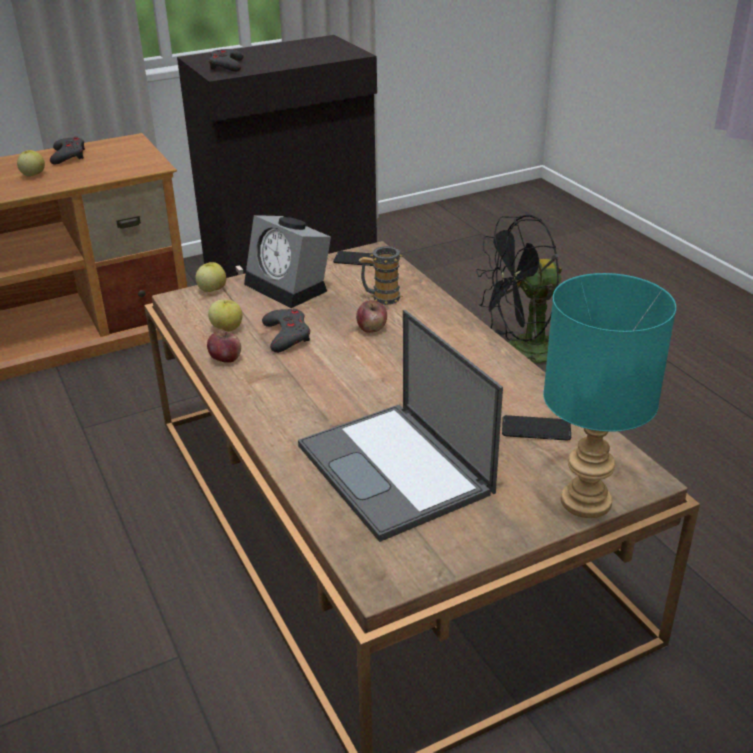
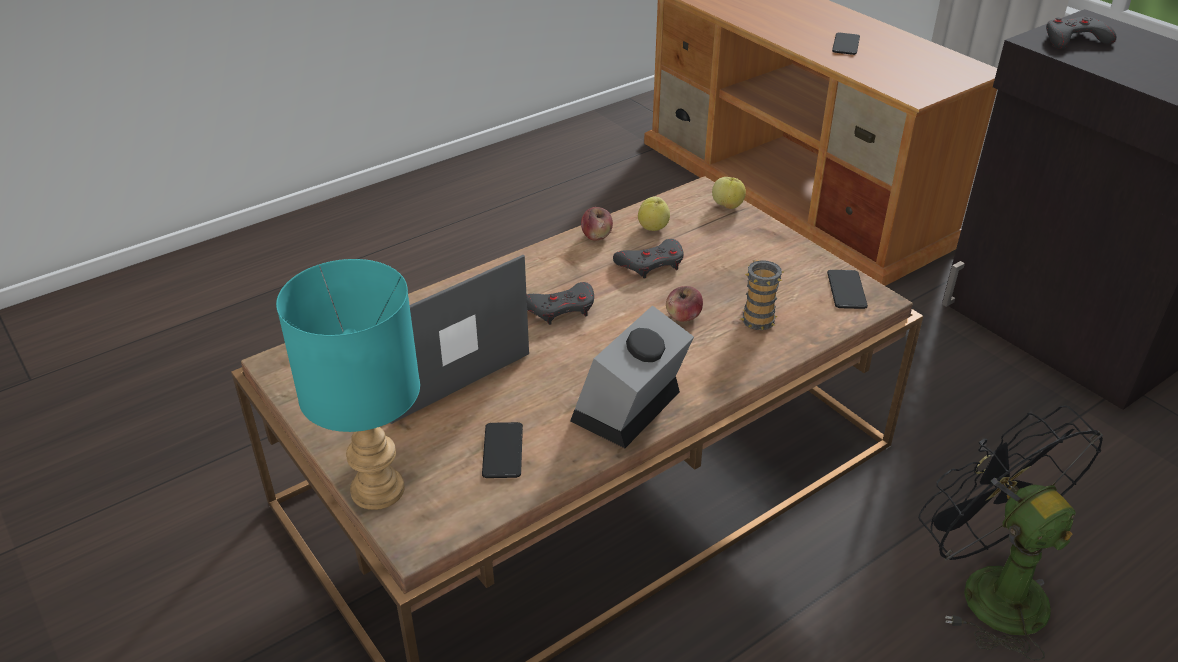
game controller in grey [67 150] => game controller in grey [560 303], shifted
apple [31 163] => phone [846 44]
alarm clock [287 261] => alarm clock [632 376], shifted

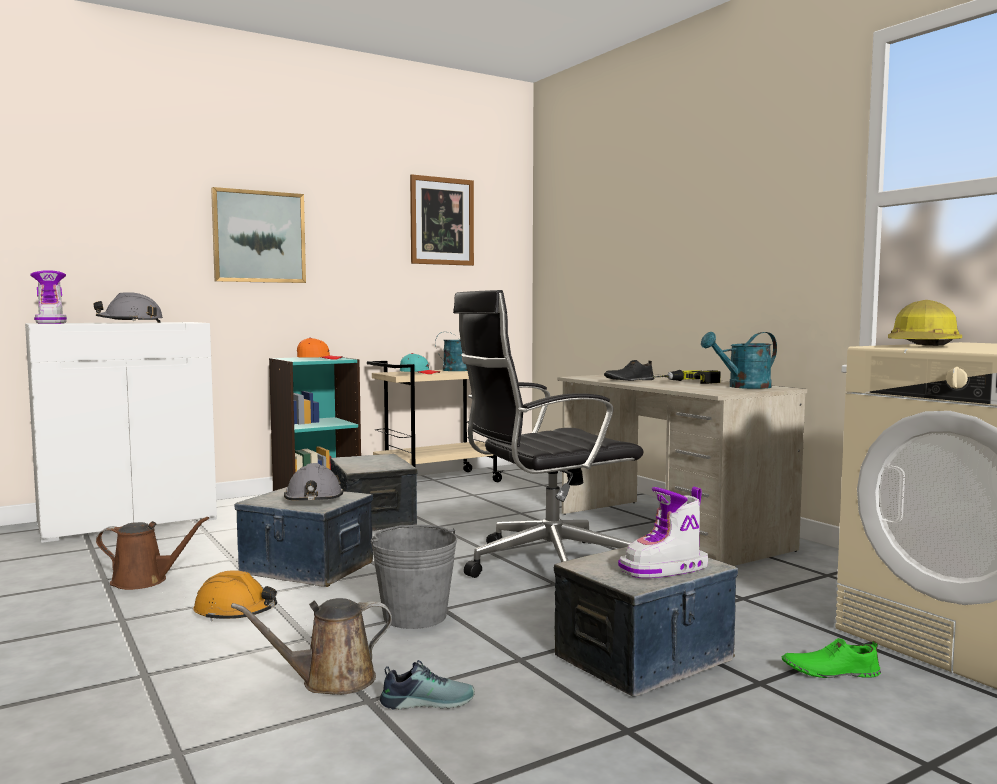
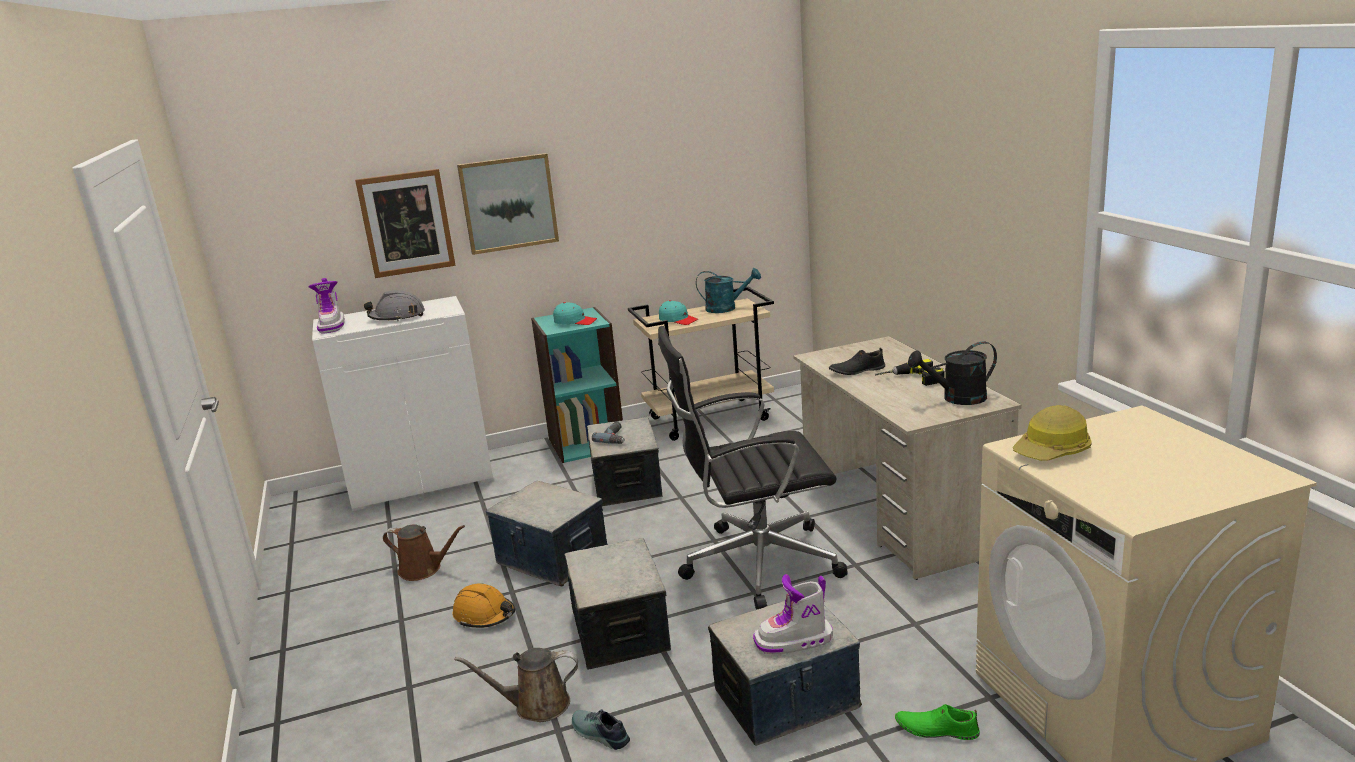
picture [442 220] => picture [405 223], shifted
watering can in turquoise [739 360] => watering can in black [952 373]
cap in orange [320 349] => cap in turquoise [575 313]
hard hat in grey [314 481] => nothing
bucket in grey [414 577] => storage box [617 604]
shoe [427 685] => shoe [601 729], 150 degrees counterclockwise
nothing => power drill [608 433]

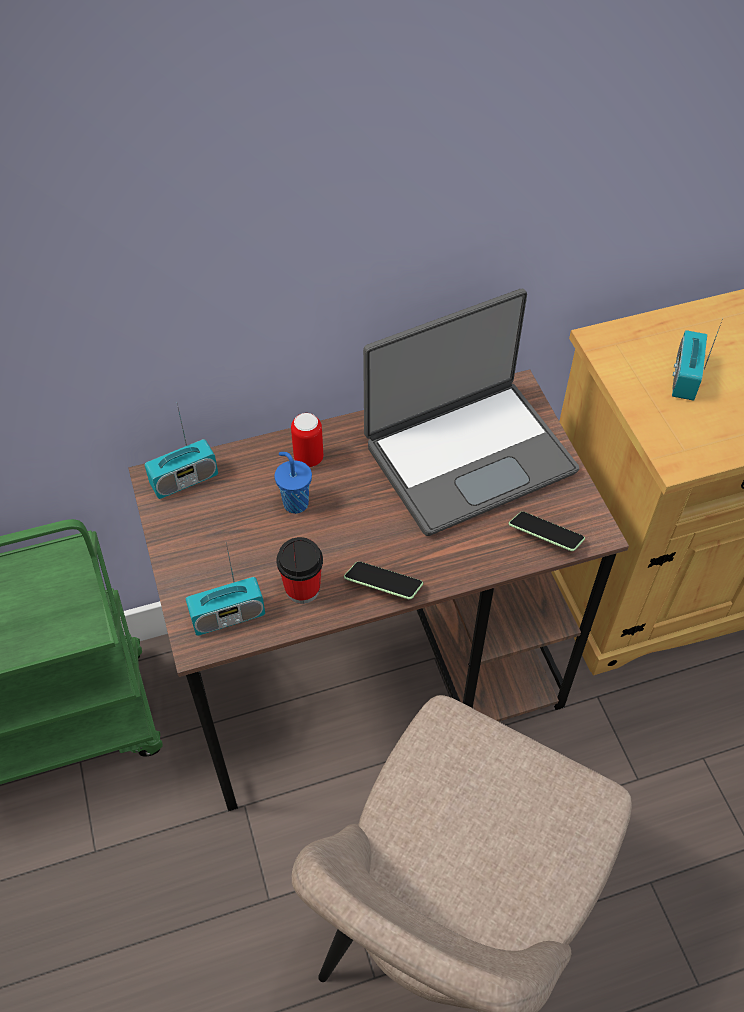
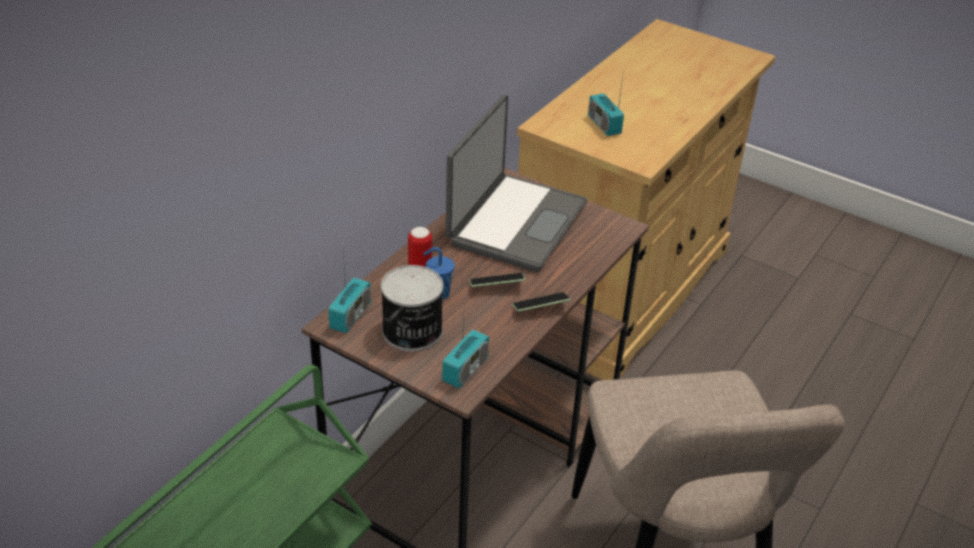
phone [547 531] => phone [497 280], shifted
cup [299 570] => nothing
nothing => can [412 308]

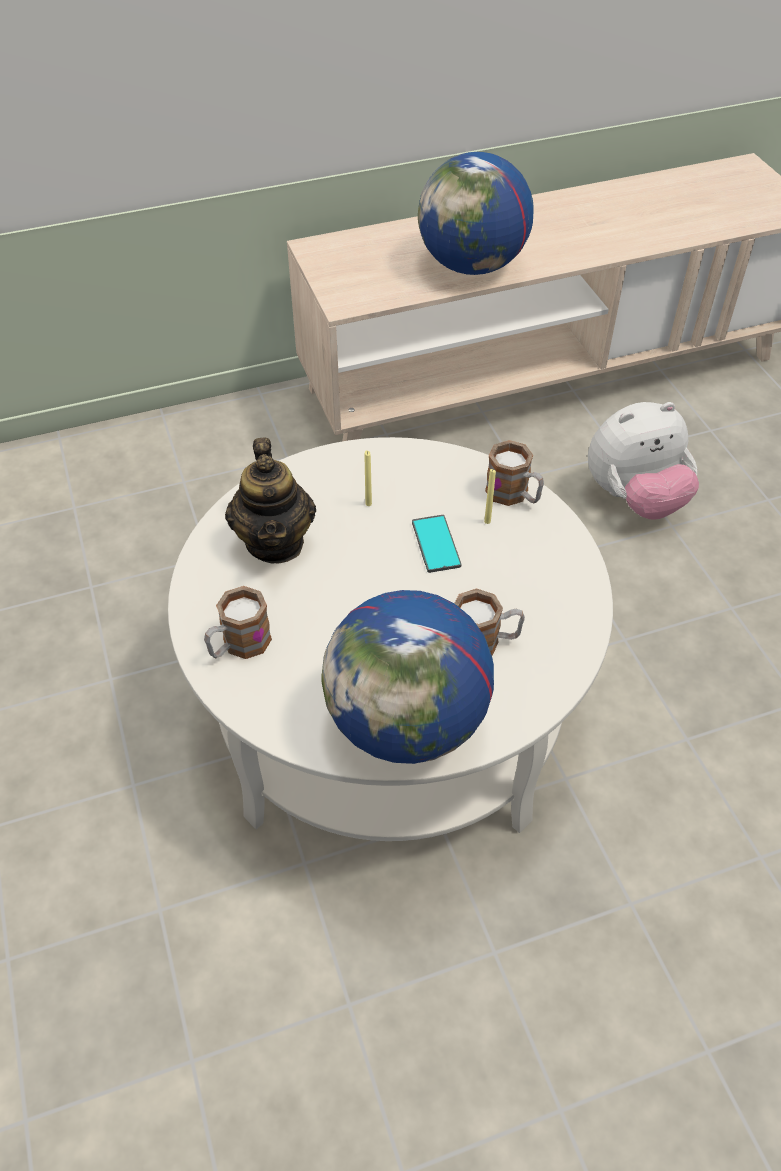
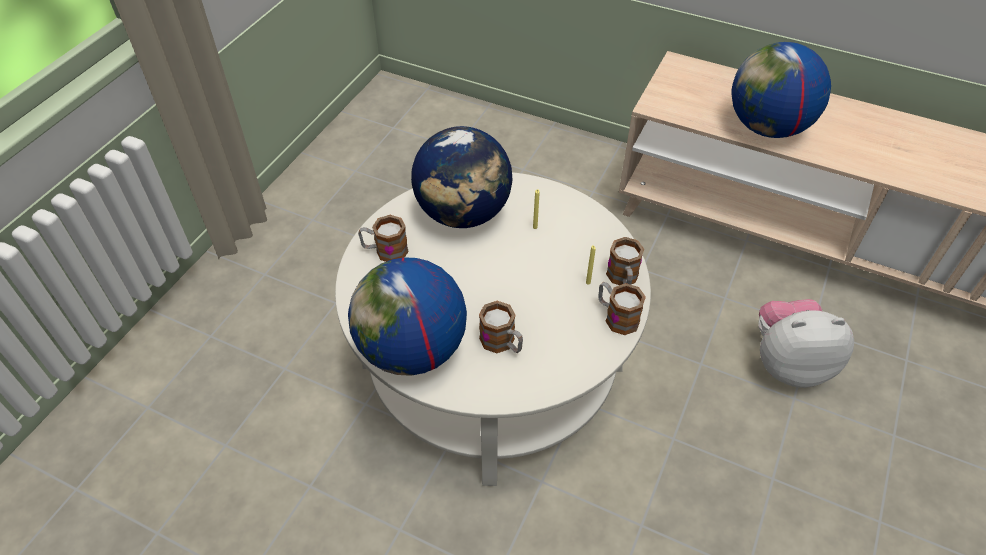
plush toy [643 461] => plush toy [806 343], 150 degrees clockwise
teapot [270 500] => globe [461 177]
phone [436 544] => nothing
nothing => mug [622 308]

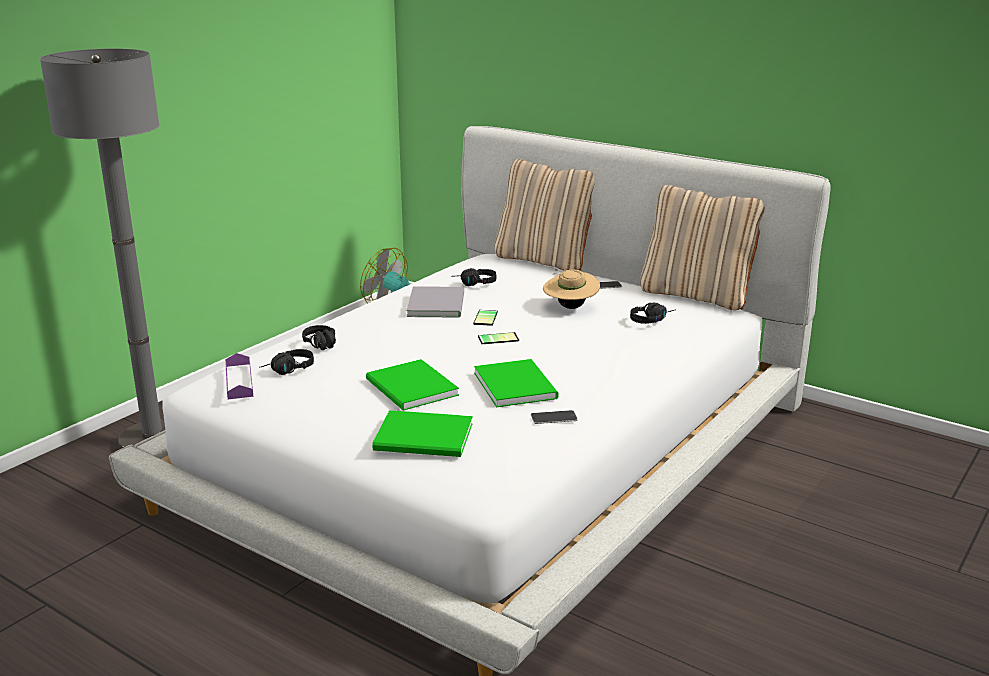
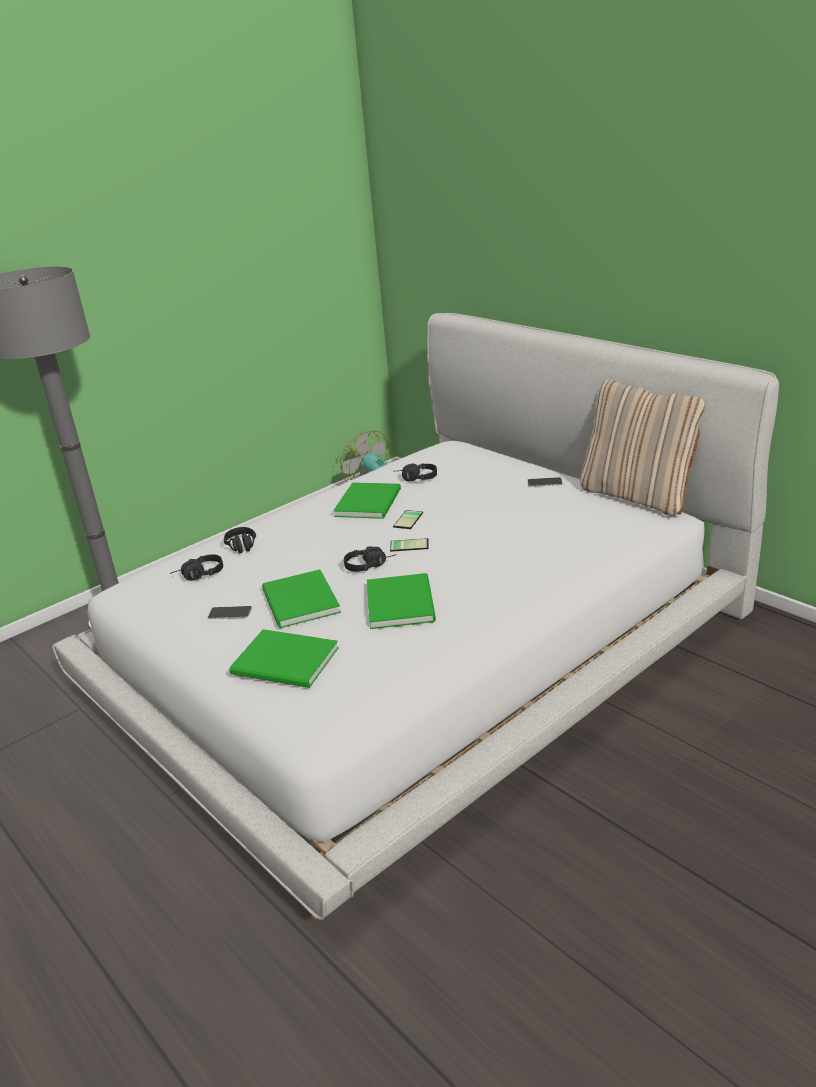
pillow in beige [544 215] => nothing
hat in beige [571 289] => nothing
book in grey [435 302] => book in green [367 500]
headphones in black [653 313] => headphones in black [370 559], shifted
tray in purple [239 376] => nothing
phone [554 417] => phone [230 612], shifted

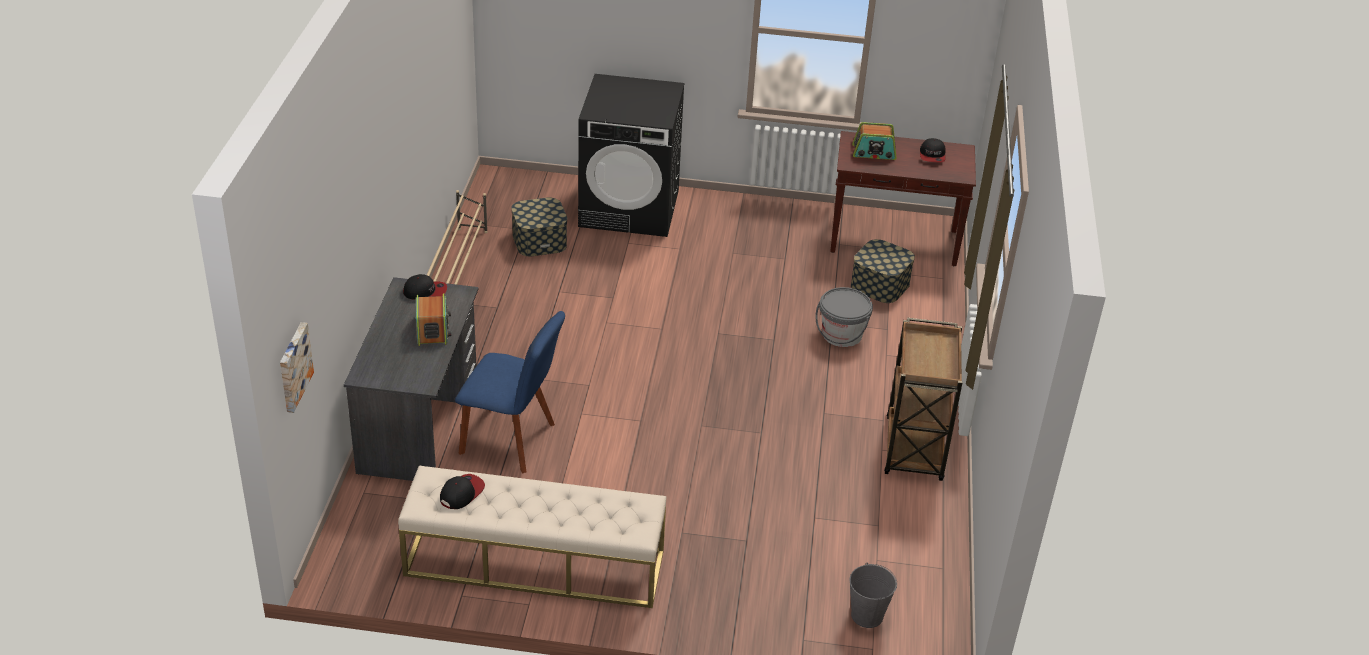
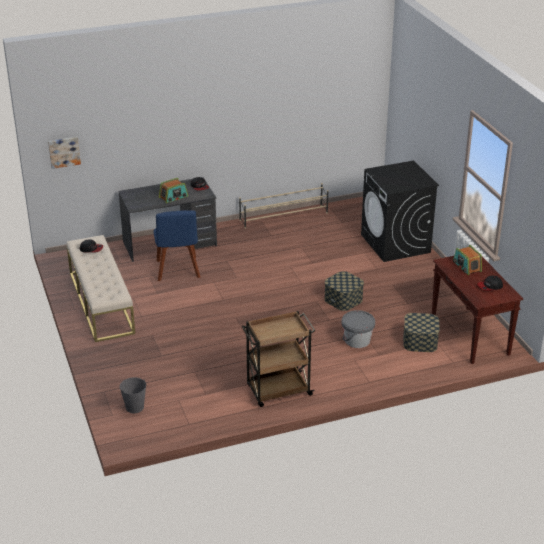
storage box [539 227] => storage box [344 291], shifted

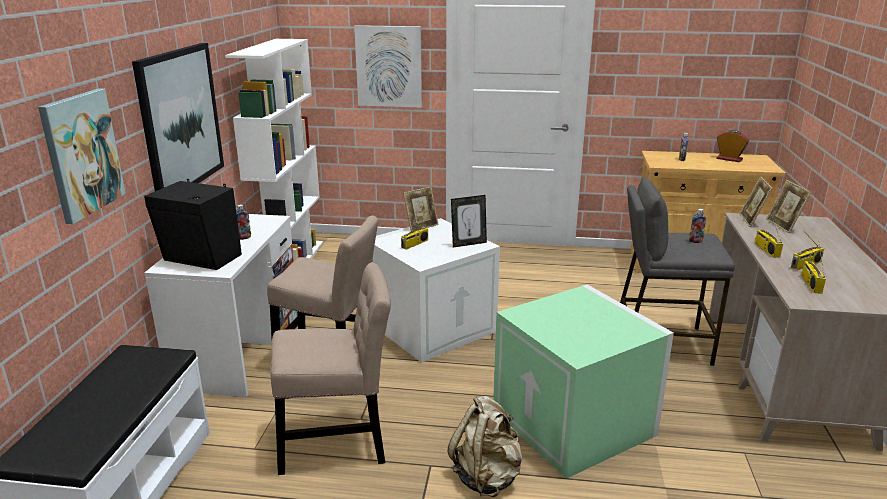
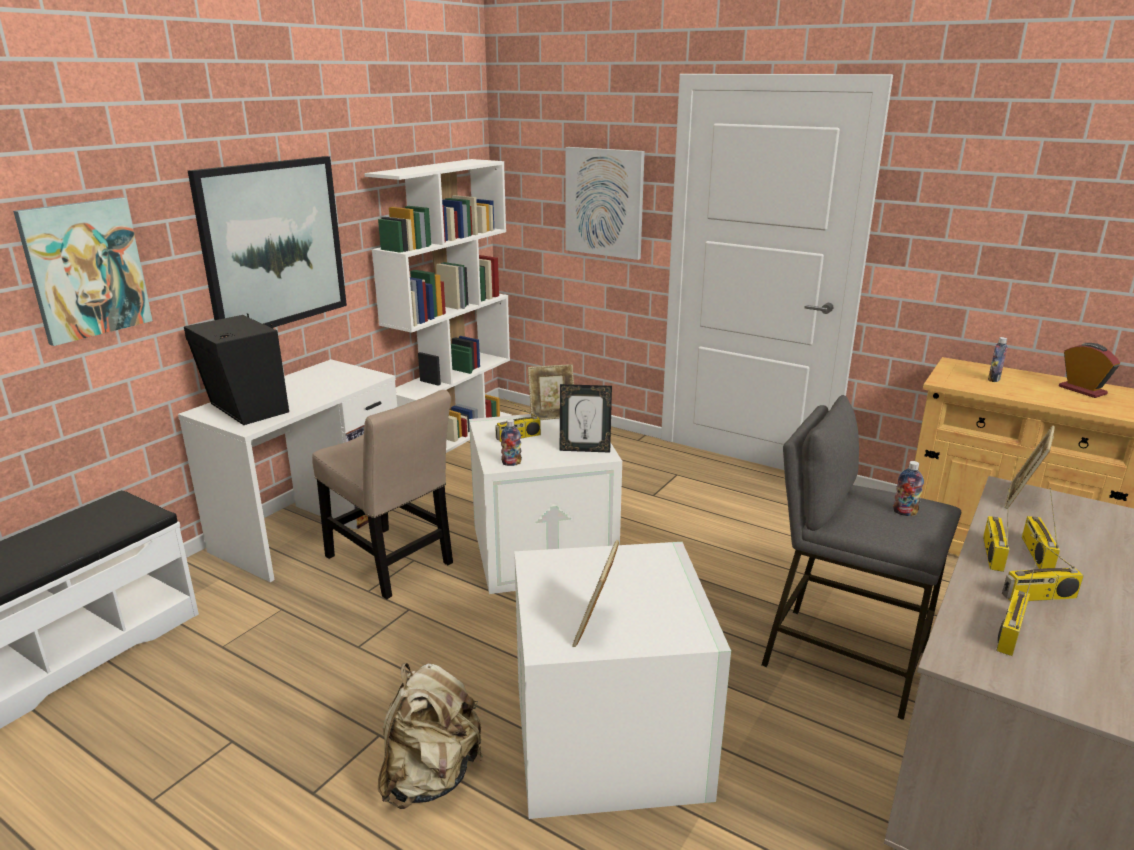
picture frame [789 206] => picture frame [595 593], shifted
bottle [243 222] => bottle [511 442], shifted
chair in beige [330 368] => nothing
storage box in green [583 381] => storage box in white [622 680]
nothing => radio [1041 528]

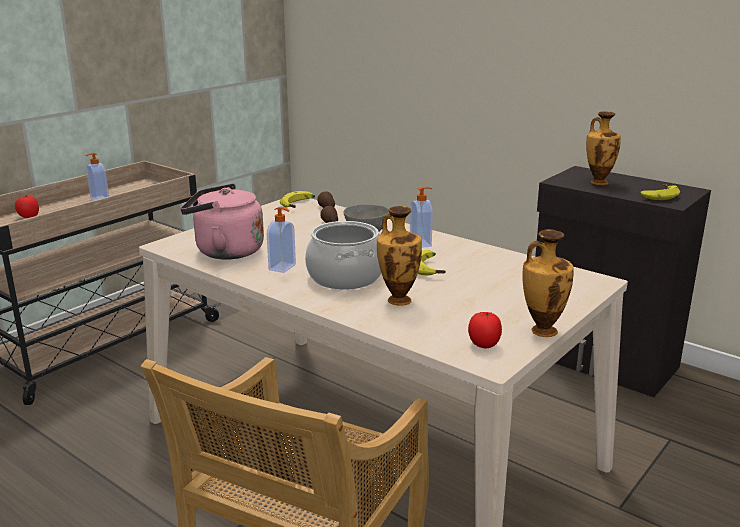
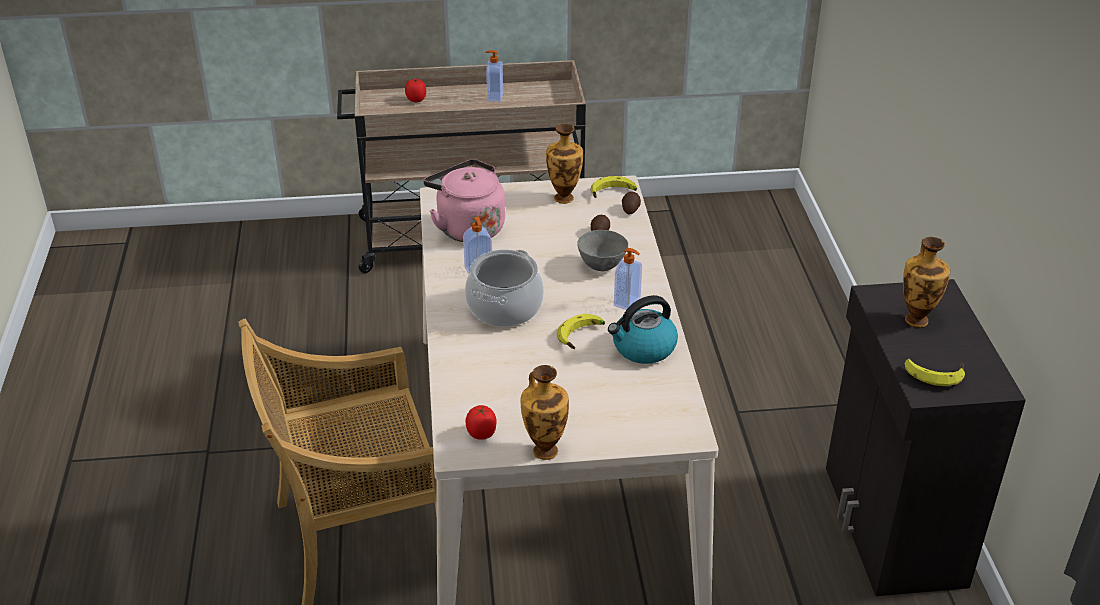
vase [399 256] => vase [564 164], shifted
nothing => kettle [643 329]

